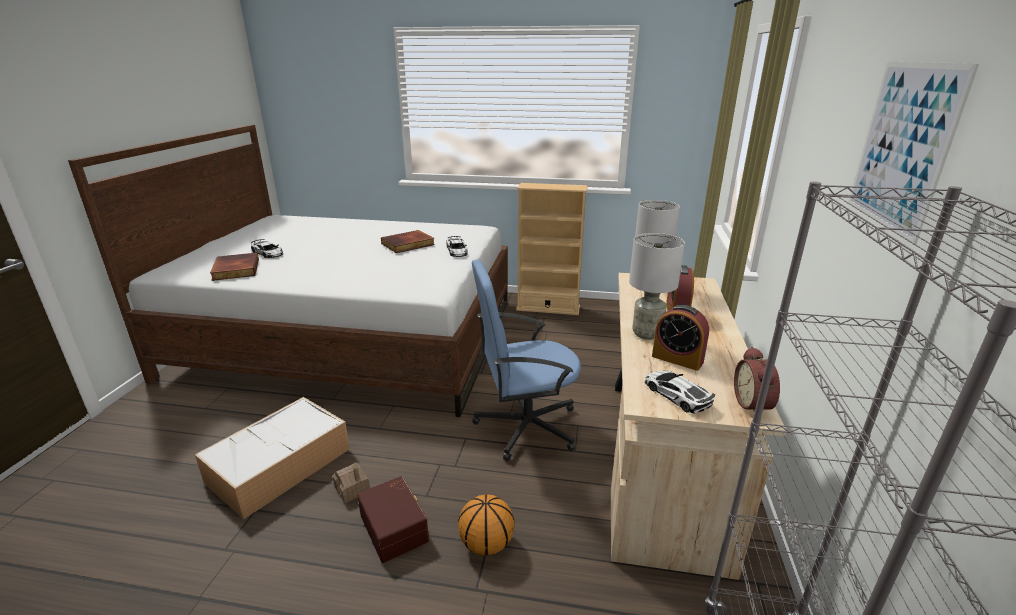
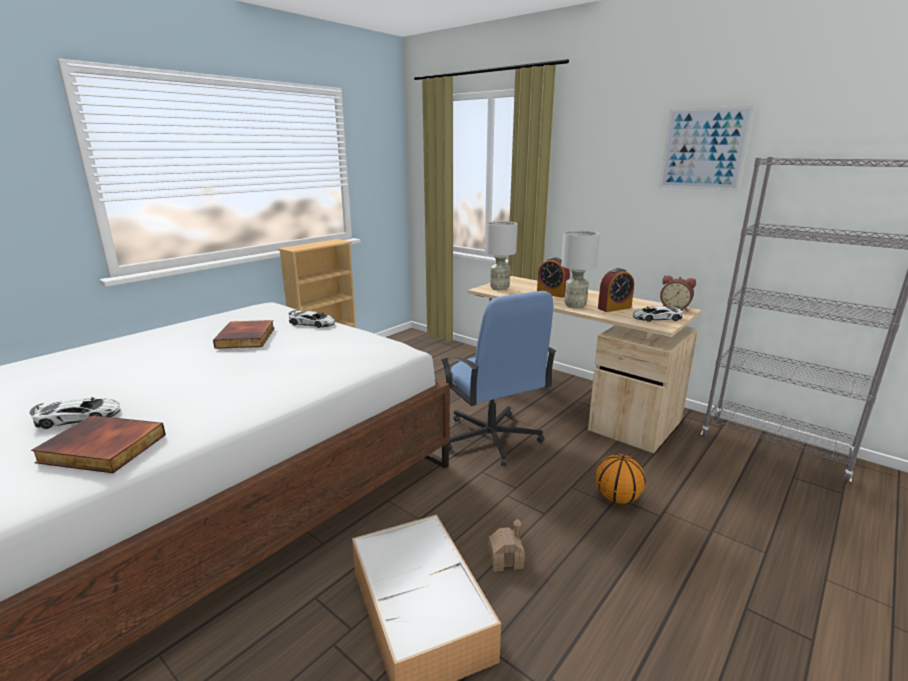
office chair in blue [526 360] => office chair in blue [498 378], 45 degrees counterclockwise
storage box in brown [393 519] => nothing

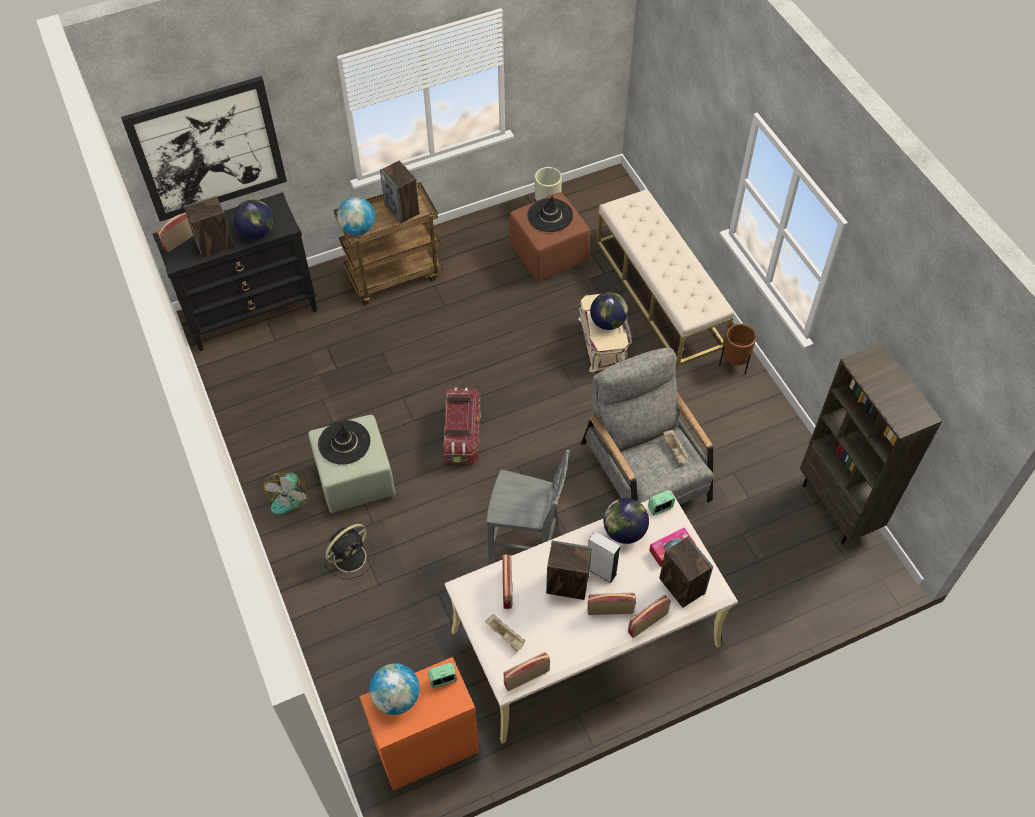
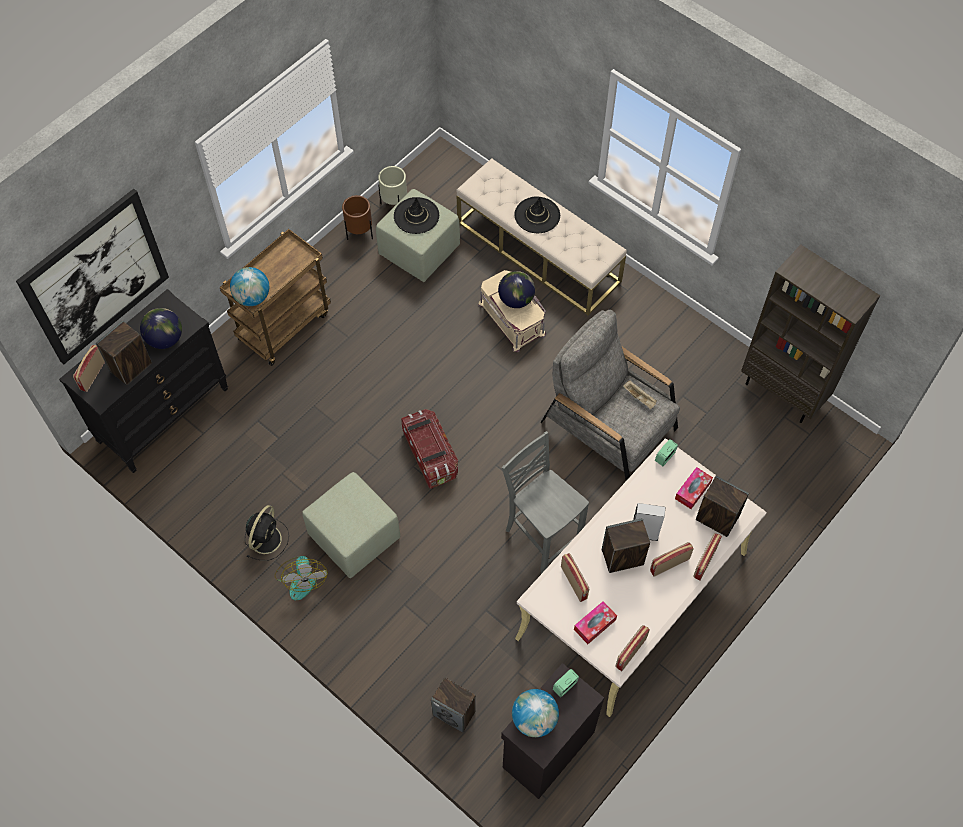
speaker [400 192] => speaker [453 705], shifted
ottoman in brown [549 237] => ottoman in green [418 235]
planter in brown [737 349] => planter in brown [357 217], shifted
hat in black [344 442] => hat in black [537 215], shifted
chair in grey [528 507] => chair in grey [545 502], 120 degrees counterclockwise
globe [626 521] => nothing
fan in black [349 551] => fan in black [267 533], shifted
tray in beige [505 633] => tissue box [595 622]
cabinet in orange [419 723] => cabinet in black [552 731]

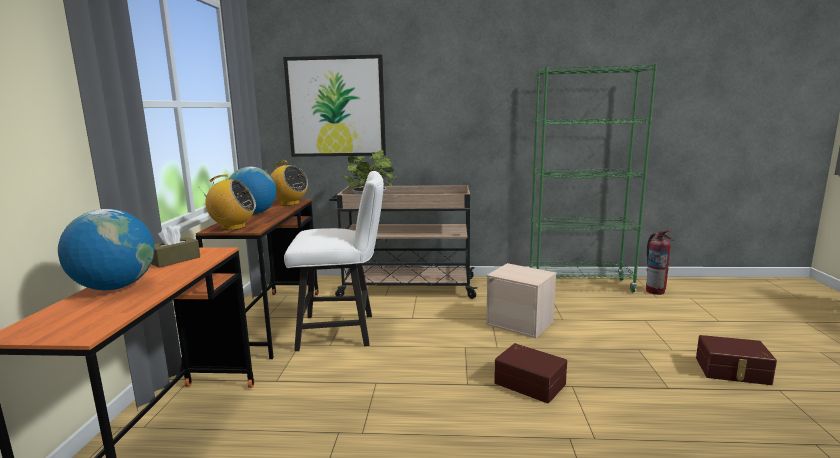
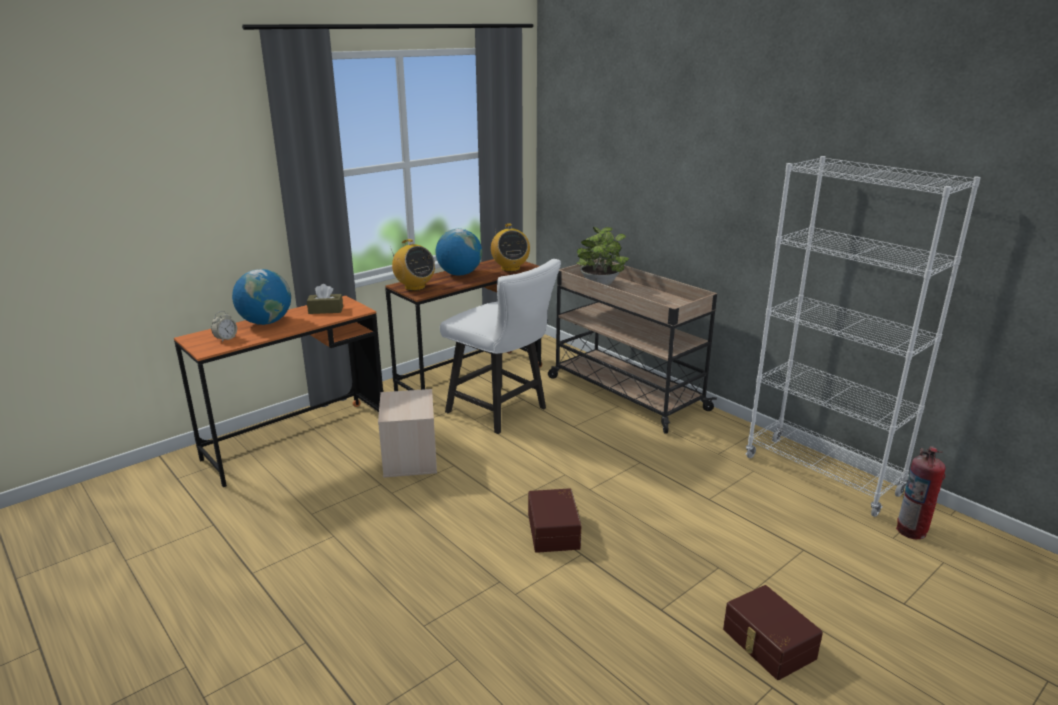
picture [334 105] => nothing
bookcase in green [593 178] => bookcase in white [863 336]
storage box in beige [521 300] => storage box in beige [407 433], shifted
nothing => alarm clock [224 326]

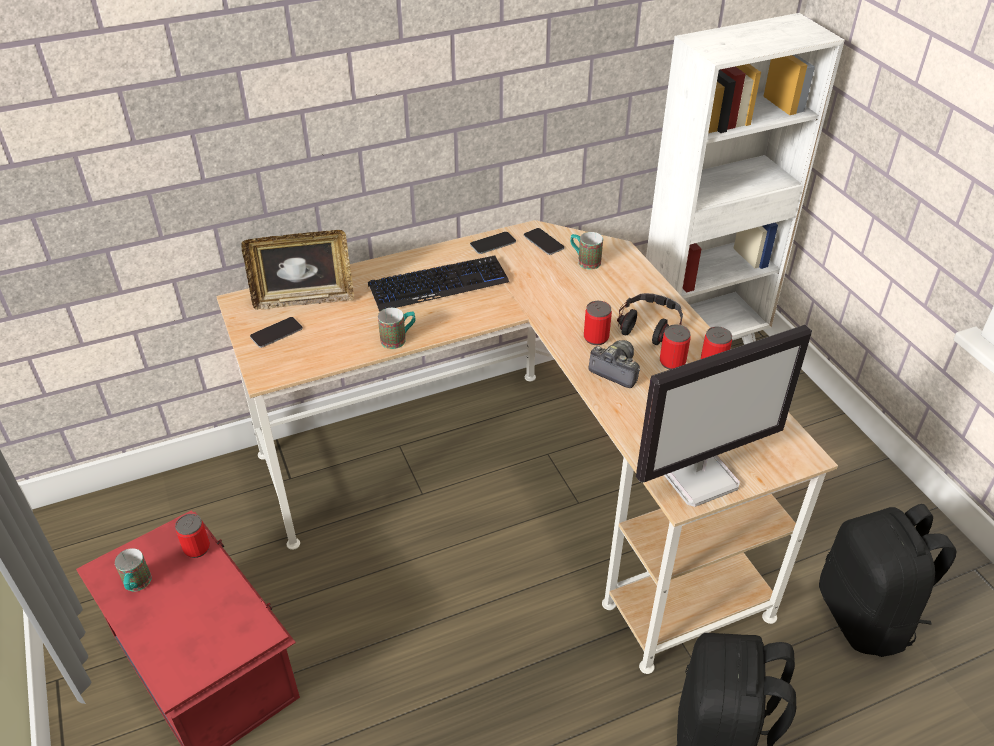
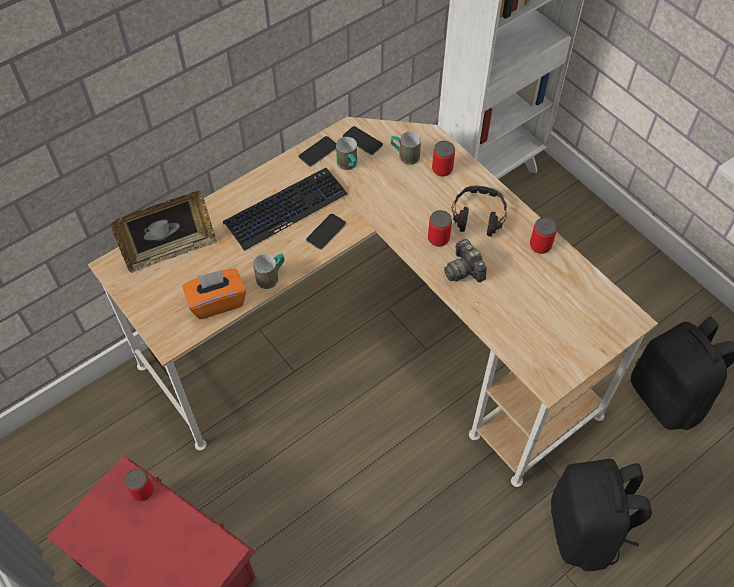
phone [276 332] => phone [326 232], shifted
can [675 347] => can [443 159], shifted
monitor [724 416] => nothing
photo camera [614 364] => photo camera [465 260], 135 degrees counterclockwise
mug [133 569] => mug [346 153], shifted
nothing => tissue box in orange [214 293]

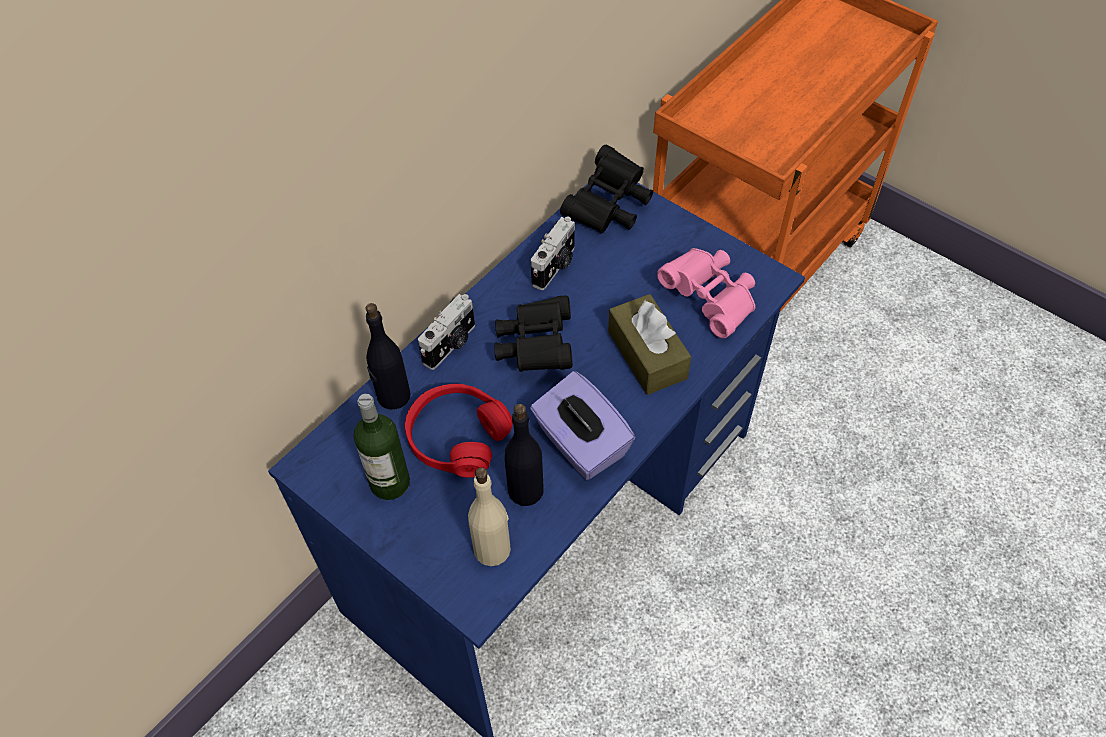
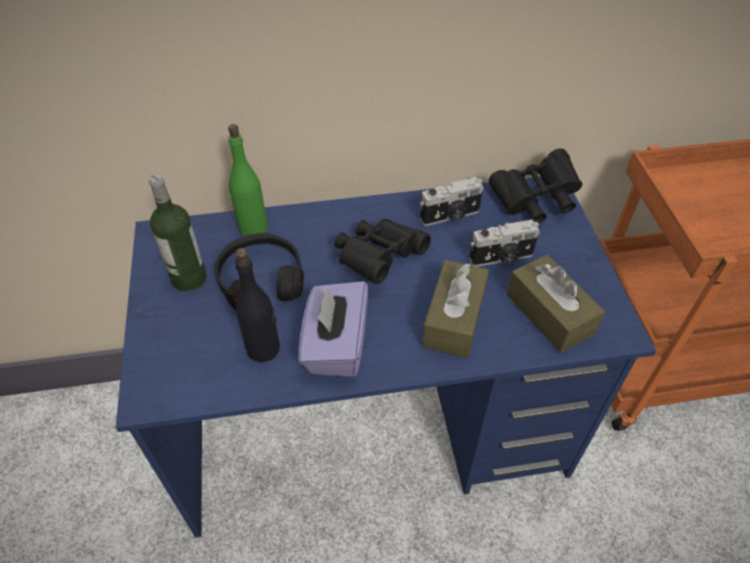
binoculars in pink [706 293] => tissue box in brown [556 304]
photo camera [446 332] => photo camera [504 243], shifted
bottle in black [388 356] => bottle in green [248 180]
headphones in red [459 431] => headphones in black [259 271]
bottle in beige [489 516] => nothing

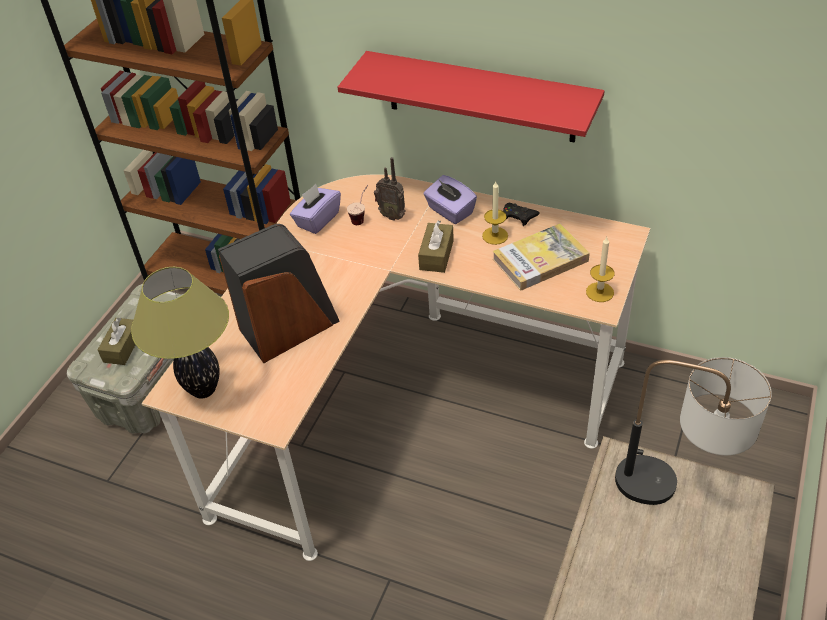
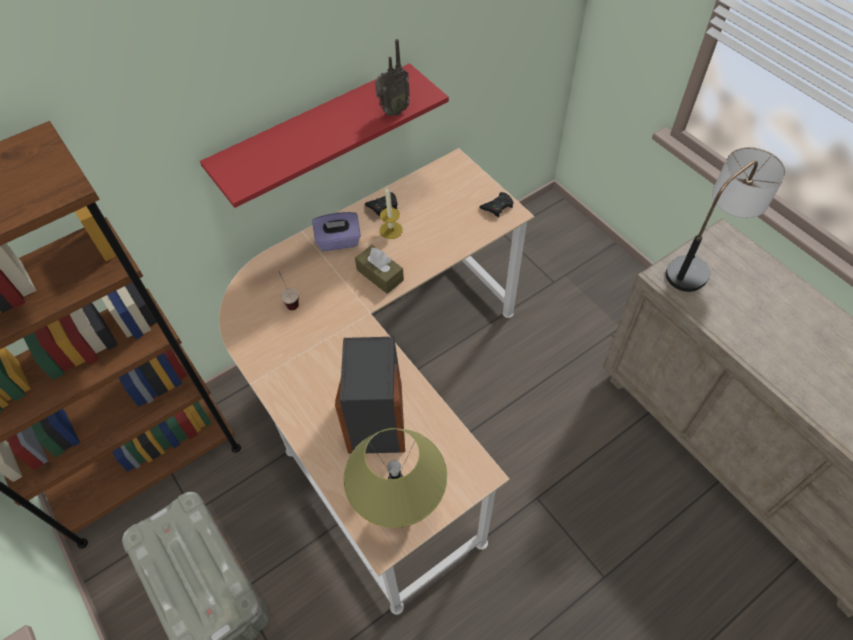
radio [390 189] => radio [392 77], shifted
tissue box in purple [315 209] => nothing
book [541 257] => nothing
candle [600 269] => game controller in black [496 204]
tissue box in brown [117 341] => nothing

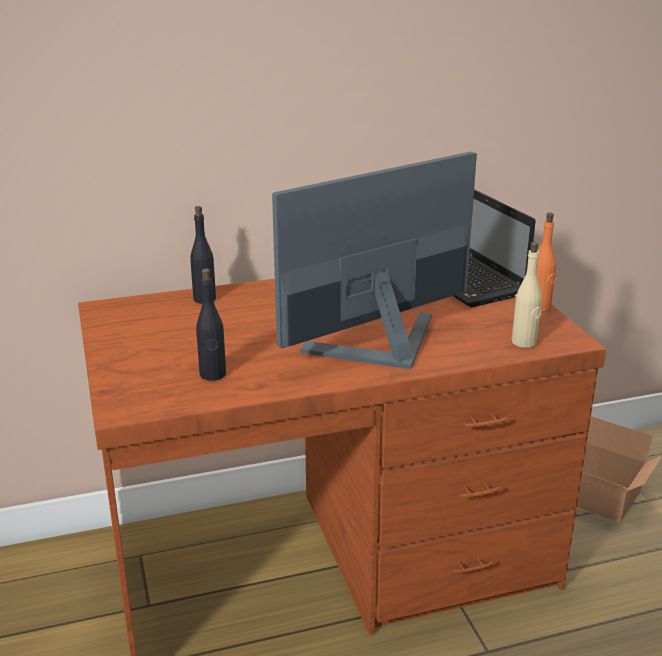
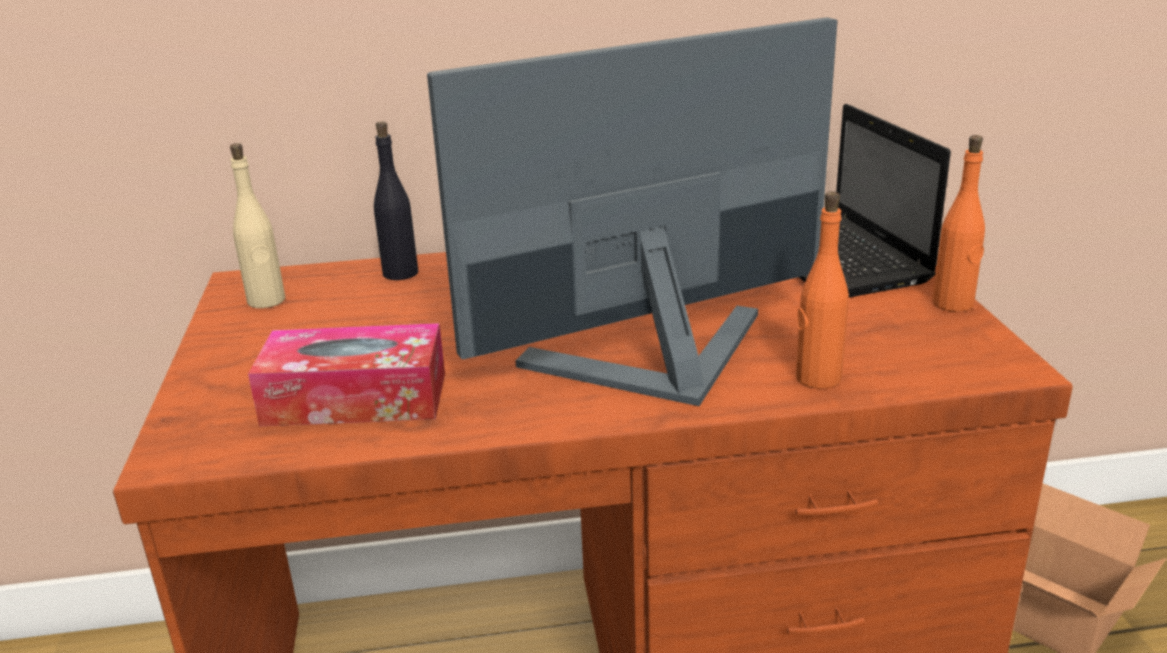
bottle in beige [527 295] => bottle in beige [257 225], shifted
bottle in black [211 324] => tissue box [346 374]
nothing => bottle in orange [822 290]

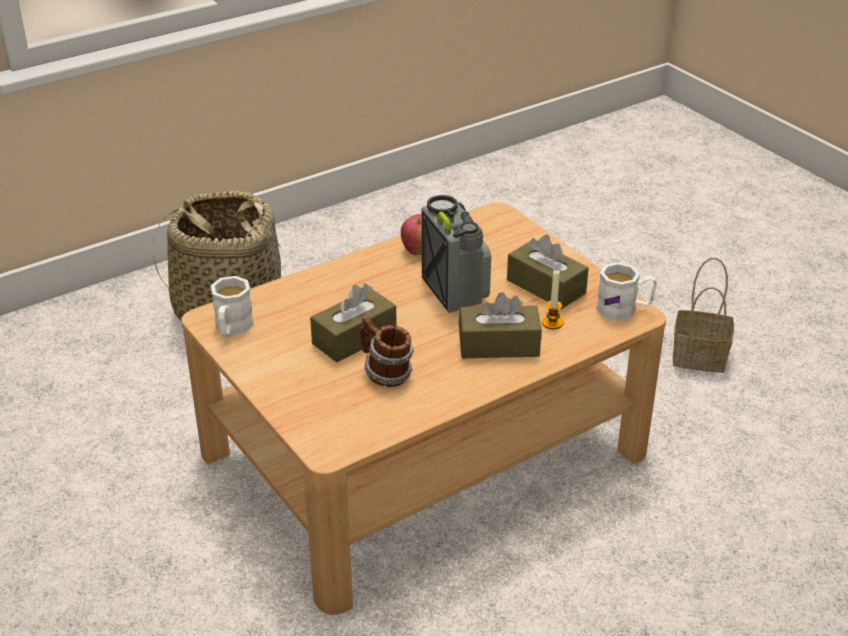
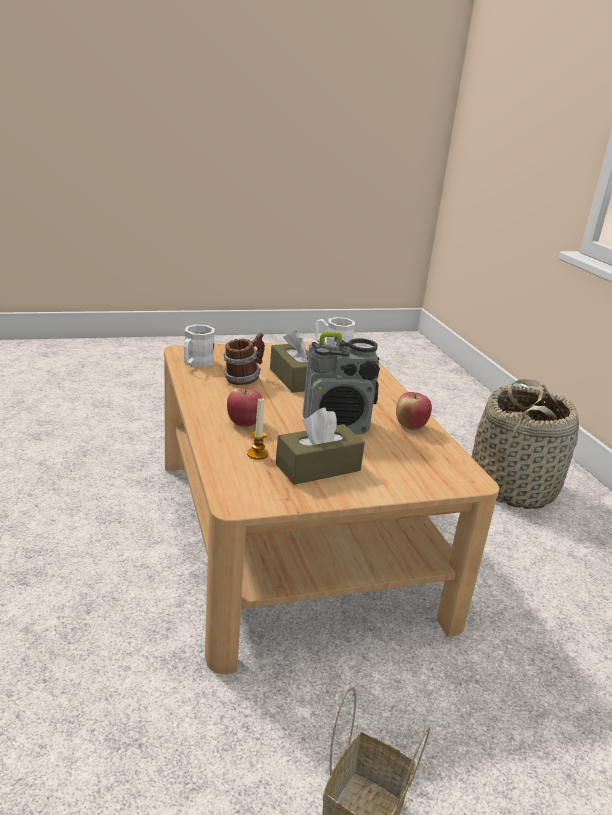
mug in white [626 291] => mug in white [199 345], shifted
tissue box in brown [500 325] => apple [244 407]

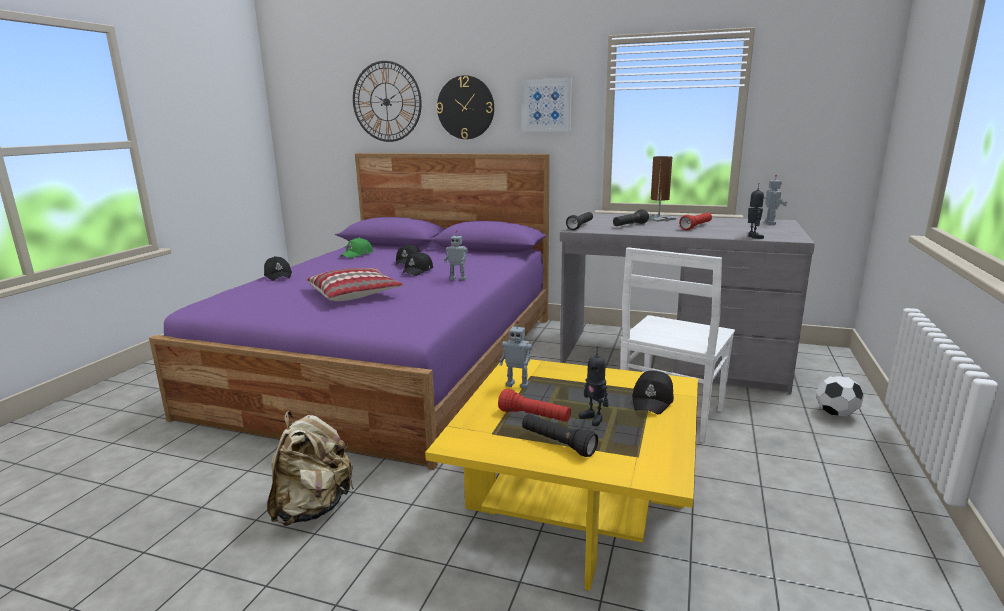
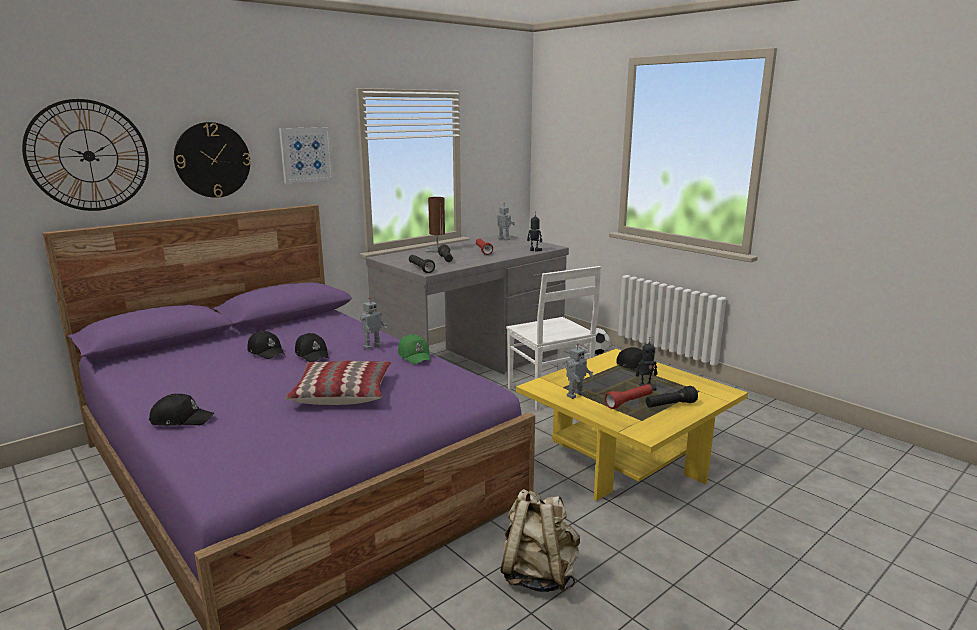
cap in green [356 248] => cap in green [414 349], shifted

